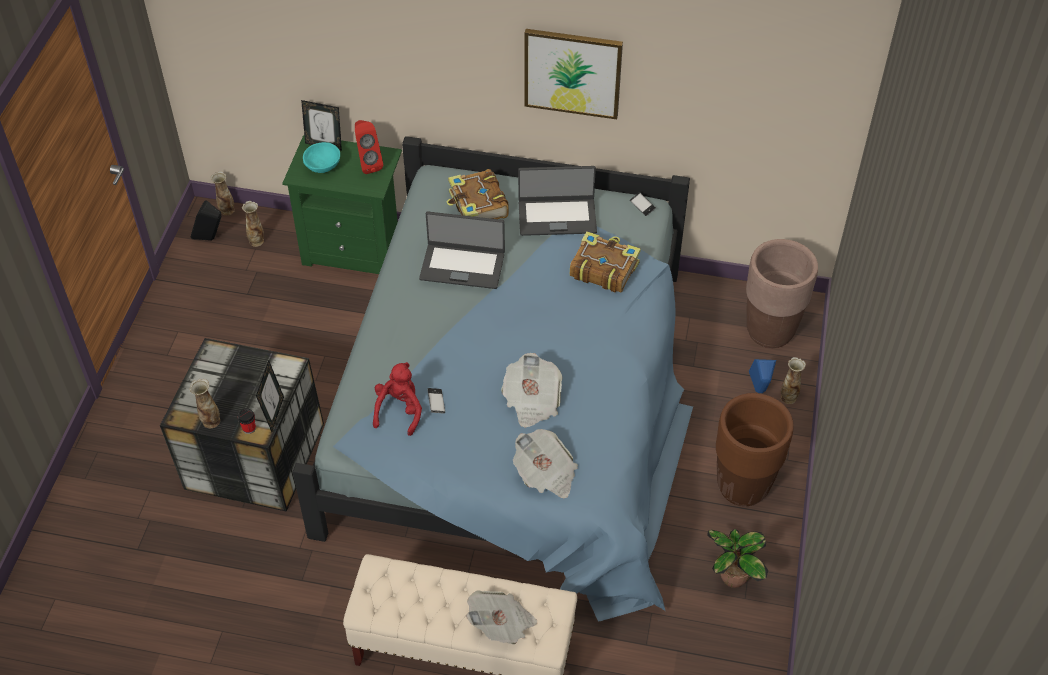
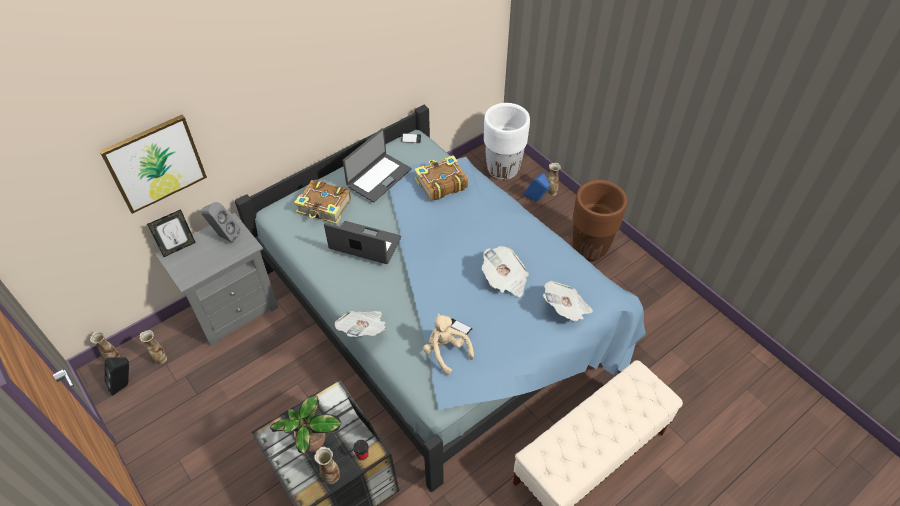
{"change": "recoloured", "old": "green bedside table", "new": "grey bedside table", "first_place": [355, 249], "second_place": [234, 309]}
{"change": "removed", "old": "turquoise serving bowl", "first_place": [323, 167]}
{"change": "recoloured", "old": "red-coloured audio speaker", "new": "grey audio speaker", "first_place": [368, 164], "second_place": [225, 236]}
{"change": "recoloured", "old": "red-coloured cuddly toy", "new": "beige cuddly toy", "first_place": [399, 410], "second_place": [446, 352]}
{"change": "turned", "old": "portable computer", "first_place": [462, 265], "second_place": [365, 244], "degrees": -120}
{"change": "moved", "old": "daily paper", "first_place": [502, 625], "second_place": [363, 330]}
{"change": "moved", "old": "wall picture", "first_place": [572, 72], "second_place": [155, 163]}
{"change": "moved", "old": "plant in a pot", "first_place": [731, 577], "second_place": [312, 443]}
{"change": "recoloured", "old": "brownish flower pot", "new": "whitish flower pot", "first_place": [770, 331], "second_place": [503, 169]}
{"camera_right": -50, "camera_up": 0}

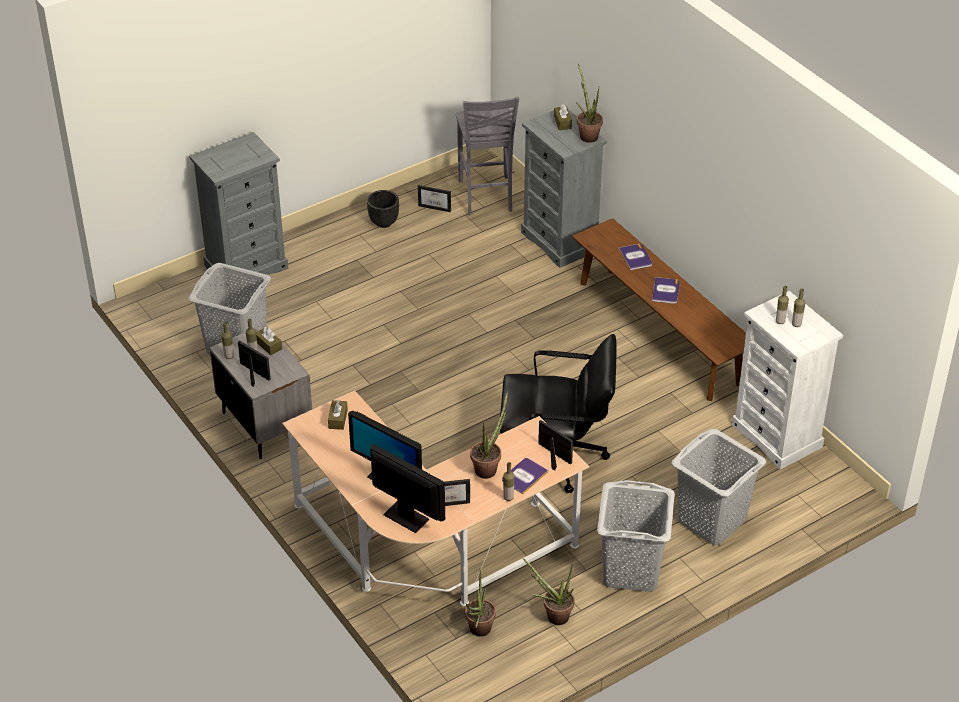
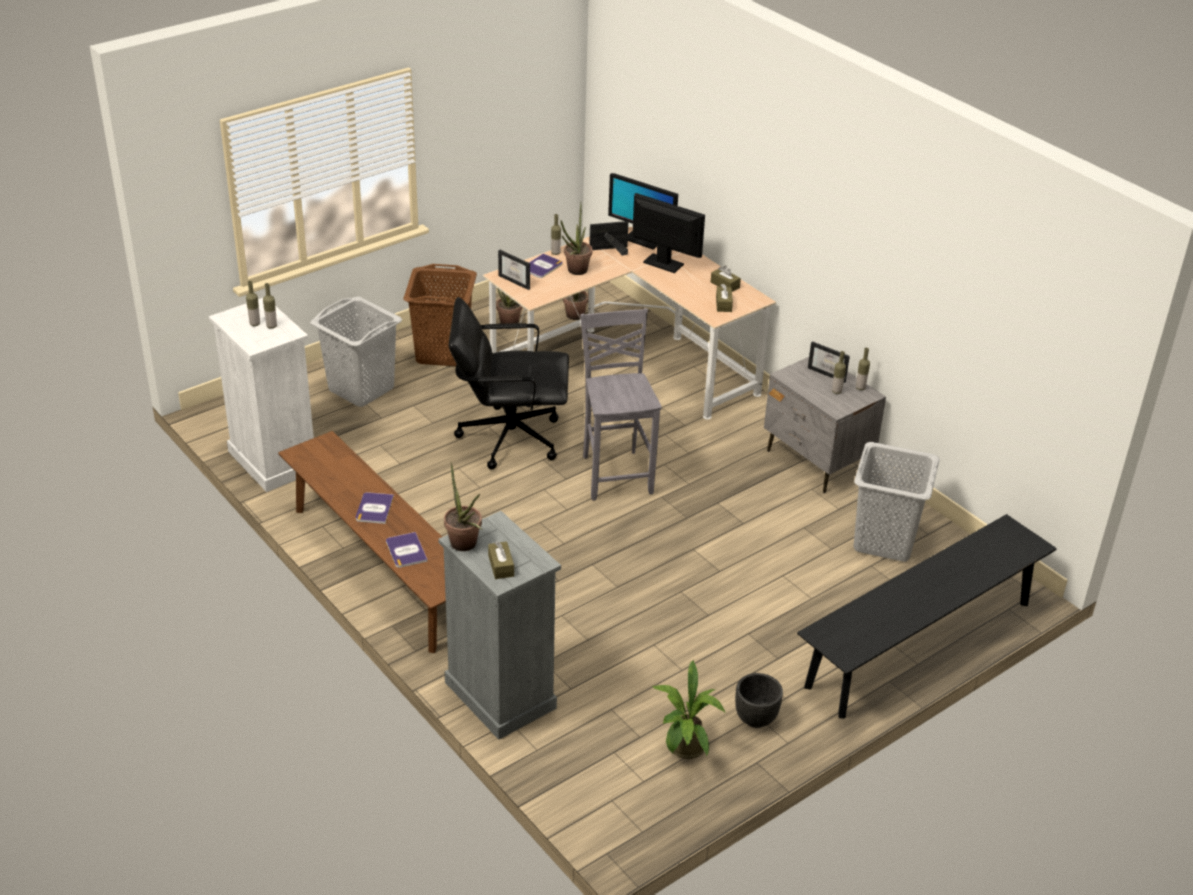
{"change": "replaced", "old": "grey drawer chest", "new": "black-coloured bench", "first_place": [246, 266], "second_place": [919, 644]}
{"change": "moved", "old": "brownish tissue holder", "first_place": [268, 345], "second_place": [725, 285]}
{"change": "replaced", "old": "picture frame", "new": "plant in a pot", "first_place": [436, 206], "second_place": [685, 750]}
{"change": "moved", "old": "grey plain chair", "first_place": [486, 197], "second_place": [616, 474]}
{"change": "recoloured", "old": "grey hamper", "new": "brownish hamper", "first_place": [630, 570], "second_place": [443, 352]}
{"camera_right": 175, "camera_up": -5}

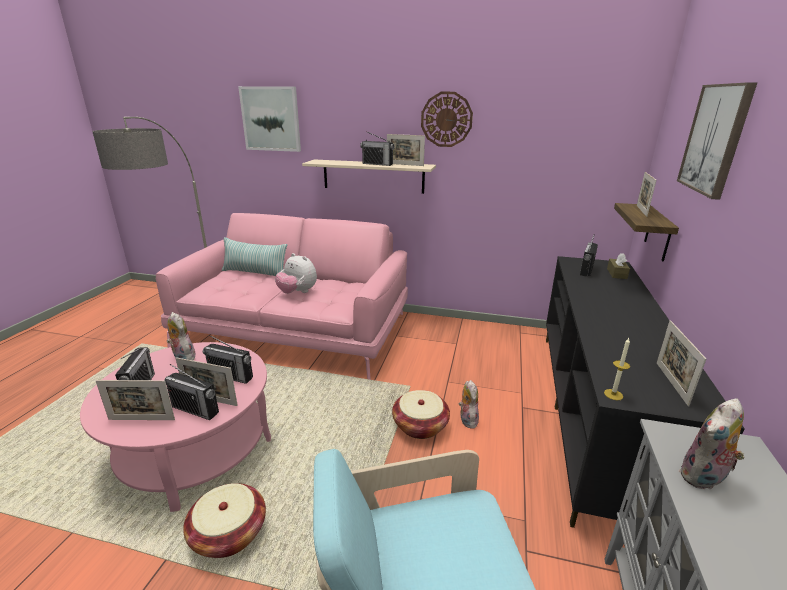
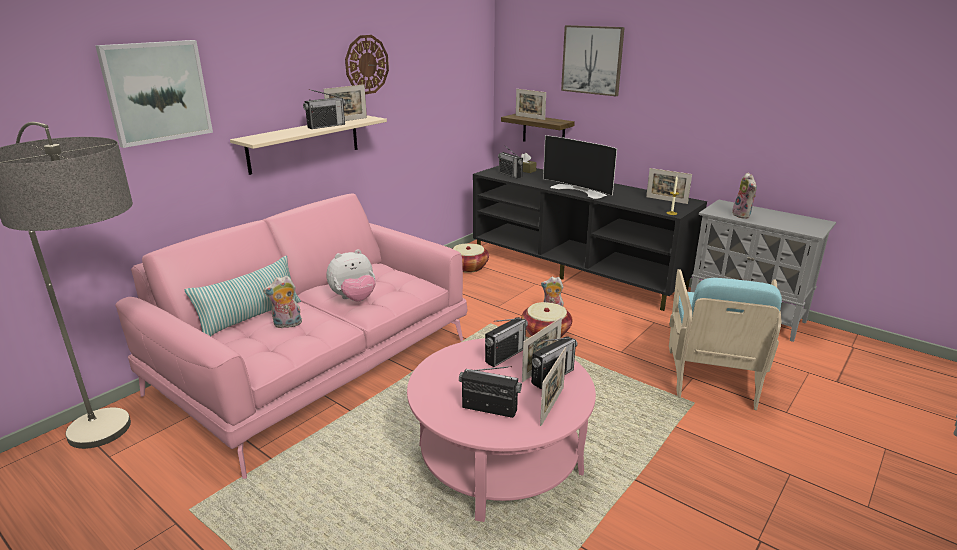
{"change": "moved", "old": "cuddly toy", "first_place": [182, 357], "second_place": [287, 325]}
{"change": "moved", "old": "storage basket", "first_place": [229, 533], "second_place": [468, 267]}
{"change": "added", "new": "TV set", "second_place": [579, 190]}
{"camera_right": -65, "camera_up": 0}

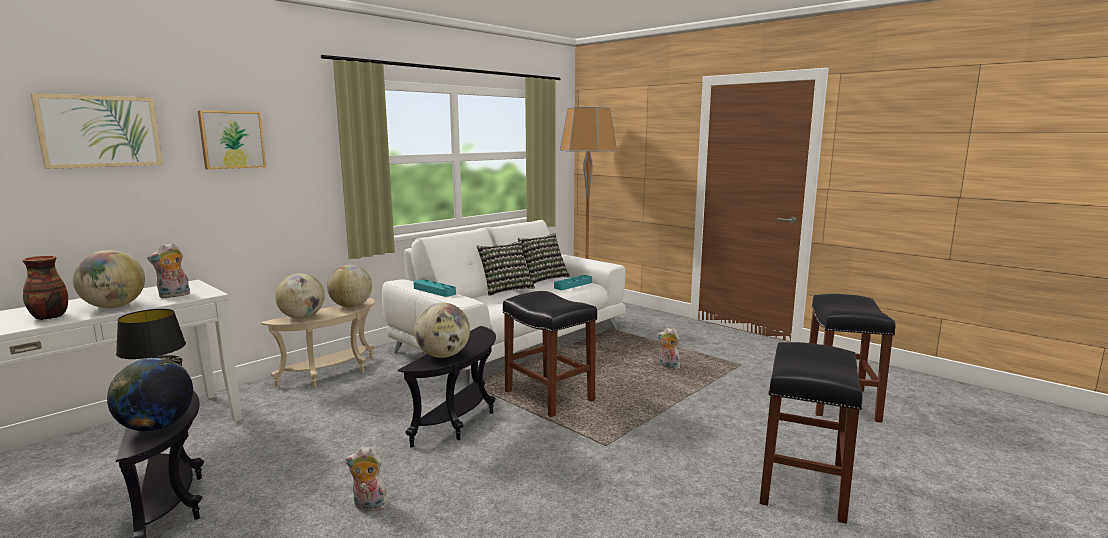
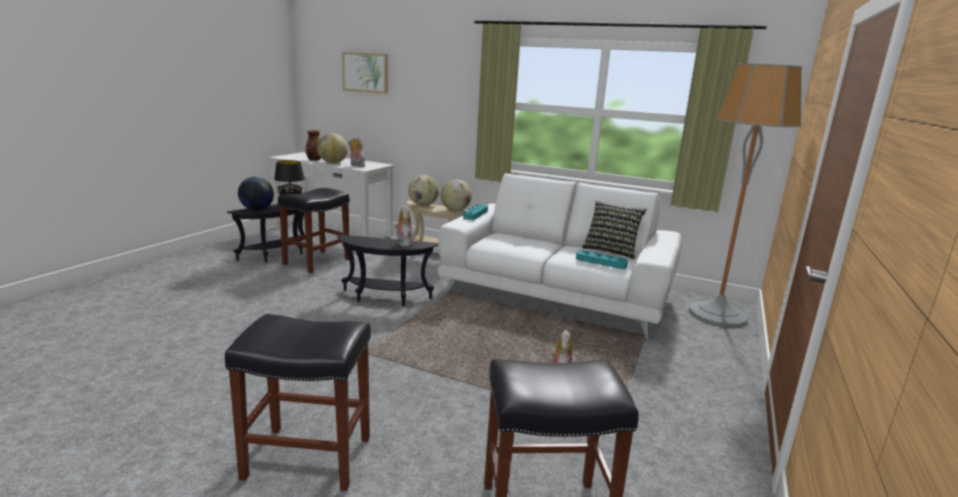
{"change": "removed", "old": "wall picture", "first_place": [232, 139]}
{"change": "moved", "old": "cuddly toy", "first_place": [368, 506], "second_place": [403, 243]}
{"change": "removed", "old": "desk globe", "first_place": [443, 356]}
{"change": "removed", "old": "cushion", "first_place": [505, 289]}
{"change": "moved", "old": "black-coloured stool seat", "first_place": [550, 396], "second_place": [316, 262]}
{"camera_right": 70, "camera_up": 5}

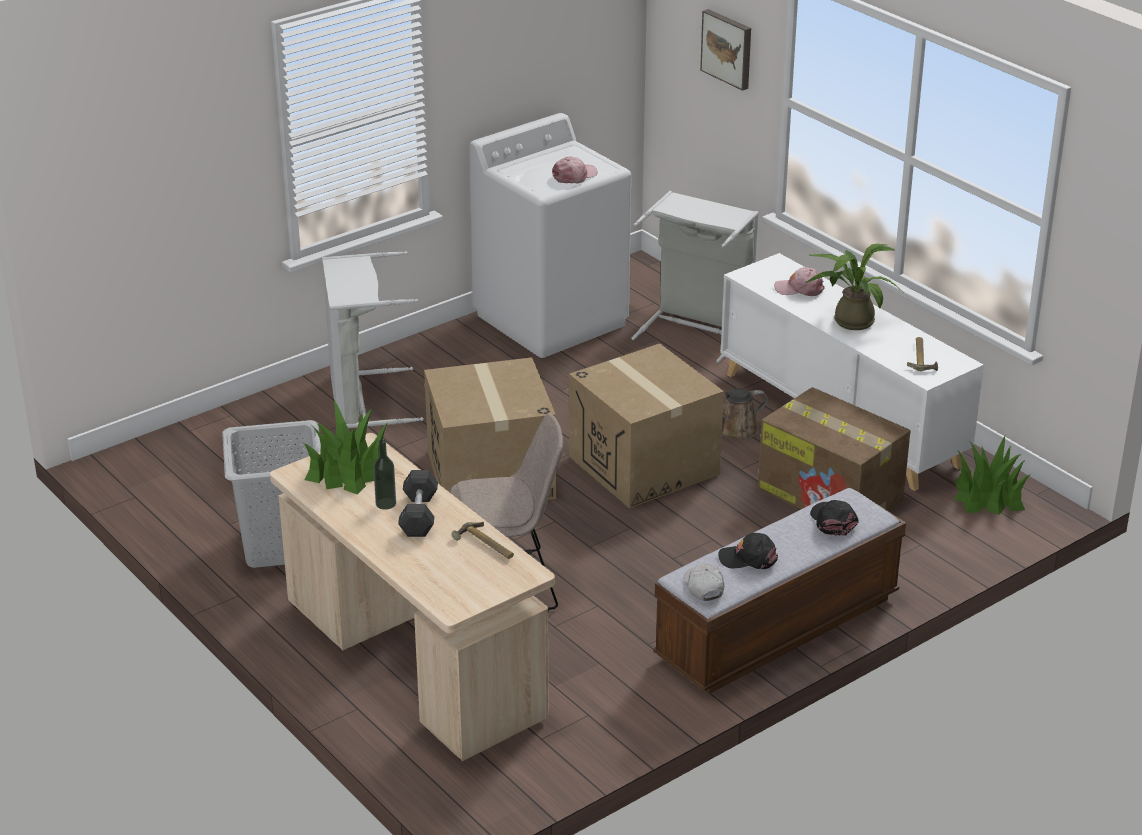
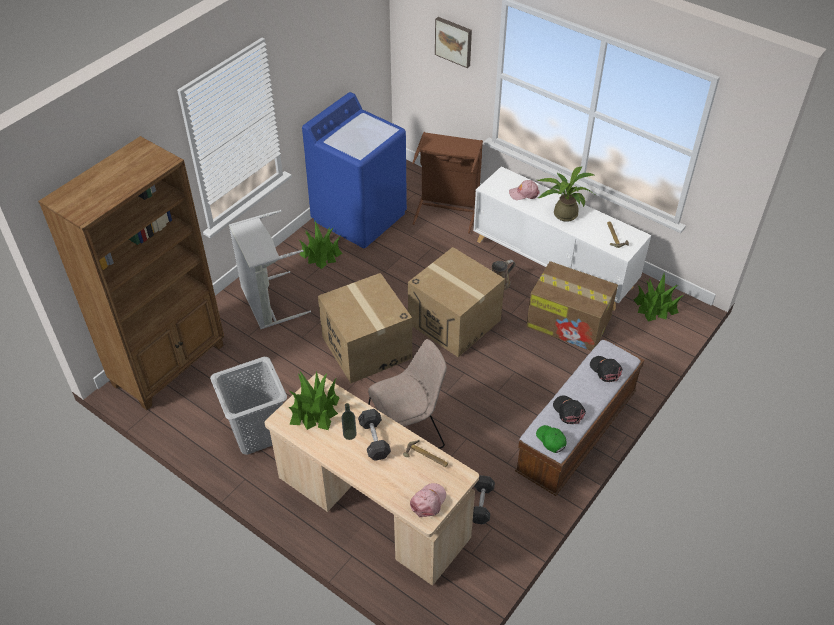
{"change": "recoloured", "old": "whitish laundry machine", "new": "bluish laundry machine", "first_place": [552, 319], "second_place": [359, 216]}
{"change": "moved", "old": "pink-coloured peaked cap", "first_place": [574, 176], "second_place": [428, 501]}
{"change": "recoloured", "old": "grey hamper", "new": "brownish hamper", "first_place": [697, 329], "second_place": [447, 209]}
{"change": "recoloured", "old": "whitish peaked cap", "new": "green peaked cap", "first_place": [703, 587], "second_place": [551, 440]}
{"change": "turned", "old": "black-coloured peaked cap", "first_place": [748, 558], "second_place": [568, 411], "degrees": 75}
{"change": "added", "new": "brownish shelving unit", "second_place": [170, 365]}
{"change": "added", "new": "plant in a pot", "second_place": [321, 253]}
{"change": "added", "new": "grey dumbbell", "second_place": [481, 504]}
{"camera_right": -15, "camera_up": 15}

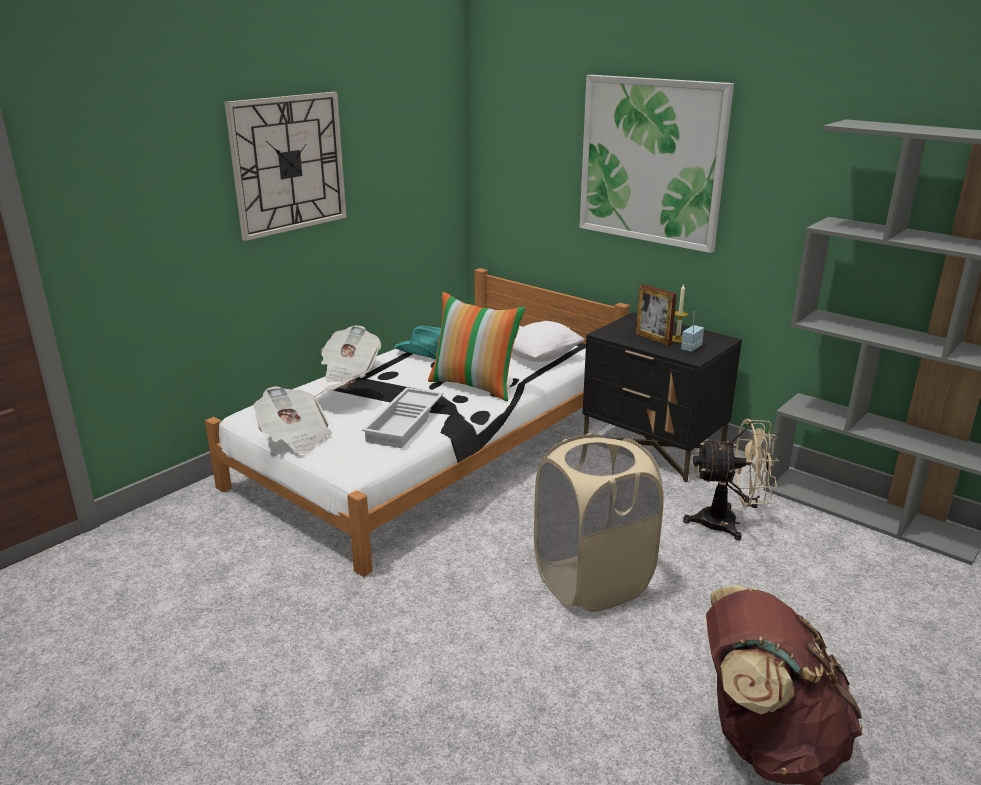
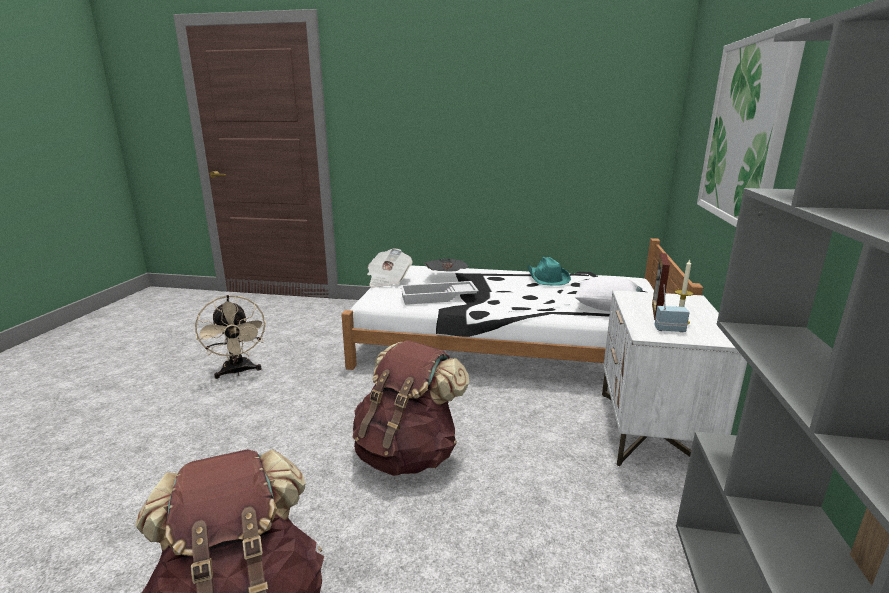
{"change": "removed", "old": "clock on the wall", "first_place": [288, 164]}
{"change": "removed", "old": "daily paper", "first_place": [349, 370]}
{"change": "removed", "old": "cushion", "first_place": [475, 385]}
{"change": "replaced", "old": "beige hamper", "new": "brownish backpack", "first_place": [592, 582], "second_place": [408, 454]}
{"change": "recoloured", "old": "black-coloured bedside table", "new": "whitish bedside table", "first_place": [654, 447], "second_place": [652, 432]}
{"change": "moved", "old": "beige cooling fan", "first_place": [728, 523], "second_place": [238, 372]}
{"camera_right": 60, "camera_up": -5}

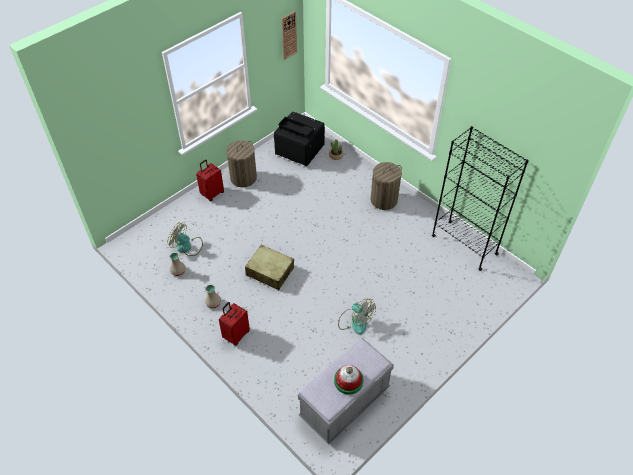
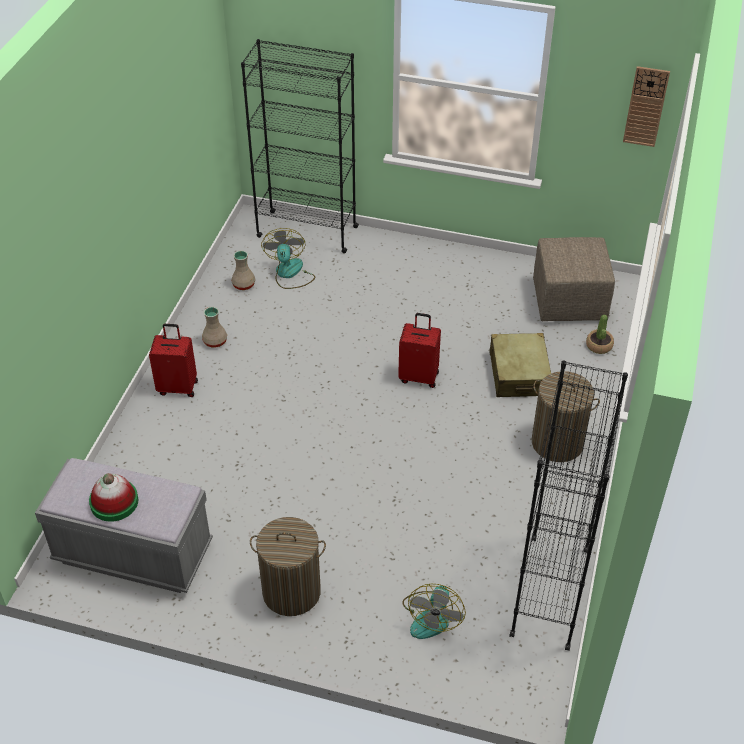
{"change": "moved", "old": "red-coloured piece of luggage", "first_place": [212, 193], "second_place": [419, 376]}
{"change": "moved", "old": "hamper", "first_place": [243, 178], "second_place": [291, 592]}
{"change": "moved", "old": "beige piece of luggage", "first_place": [270, 271], "second_place": [519, 374]}
{"change": "recoloured", "old": "black-coloured pouffe", "new": "beige pouffe", "first_place": [300, 150], "second_place": [569, 302]}
{"change": "removed", "old": "black-coloured serving tray", "first_place": [295, 129]}
{"change": "moved", "old": "cooling fan", "first_place": [355, 321], "second_place": [432, 616]}
{"change": "added", "new": "black-coloured shelving unit", "second_place": [307, 231]}
{"camera_right": 60, "camera_up": -5}

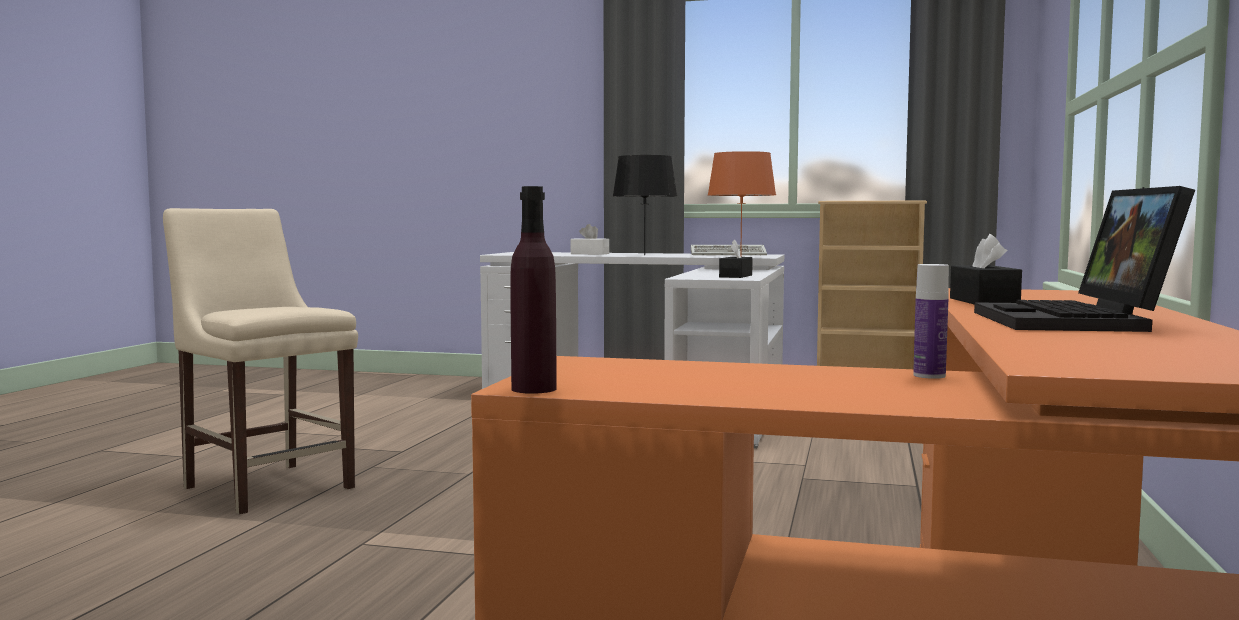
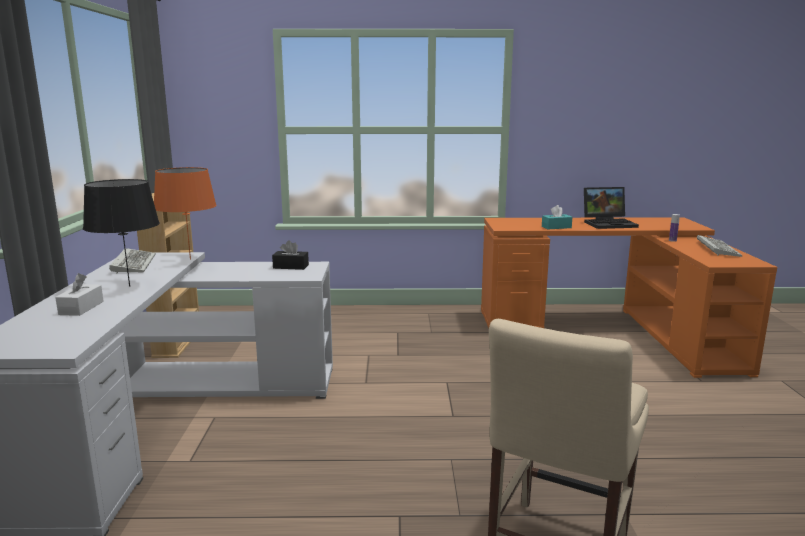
{"change": "removed", "old": "purple-coloured bottle", "first_place": [534, 389]}
{"change": "recoloured", "old": "black-coloured tissue holder", "new": "turquoise tissue holder", "first_place": [983, 301], "second_place": [556, 227]}
{"change": "added", "new": "keyboard", "second_place": [716, 248]}
{"camera_right": -105, "camera_up": 10}

